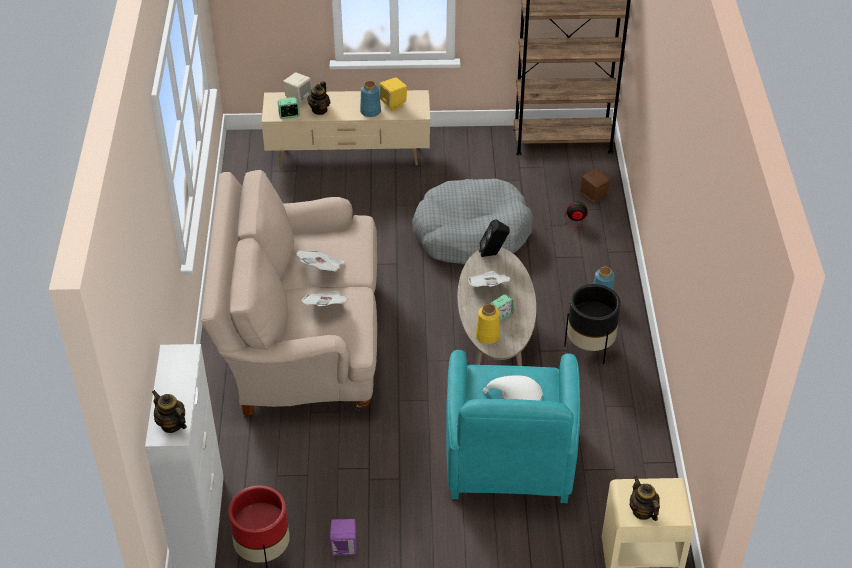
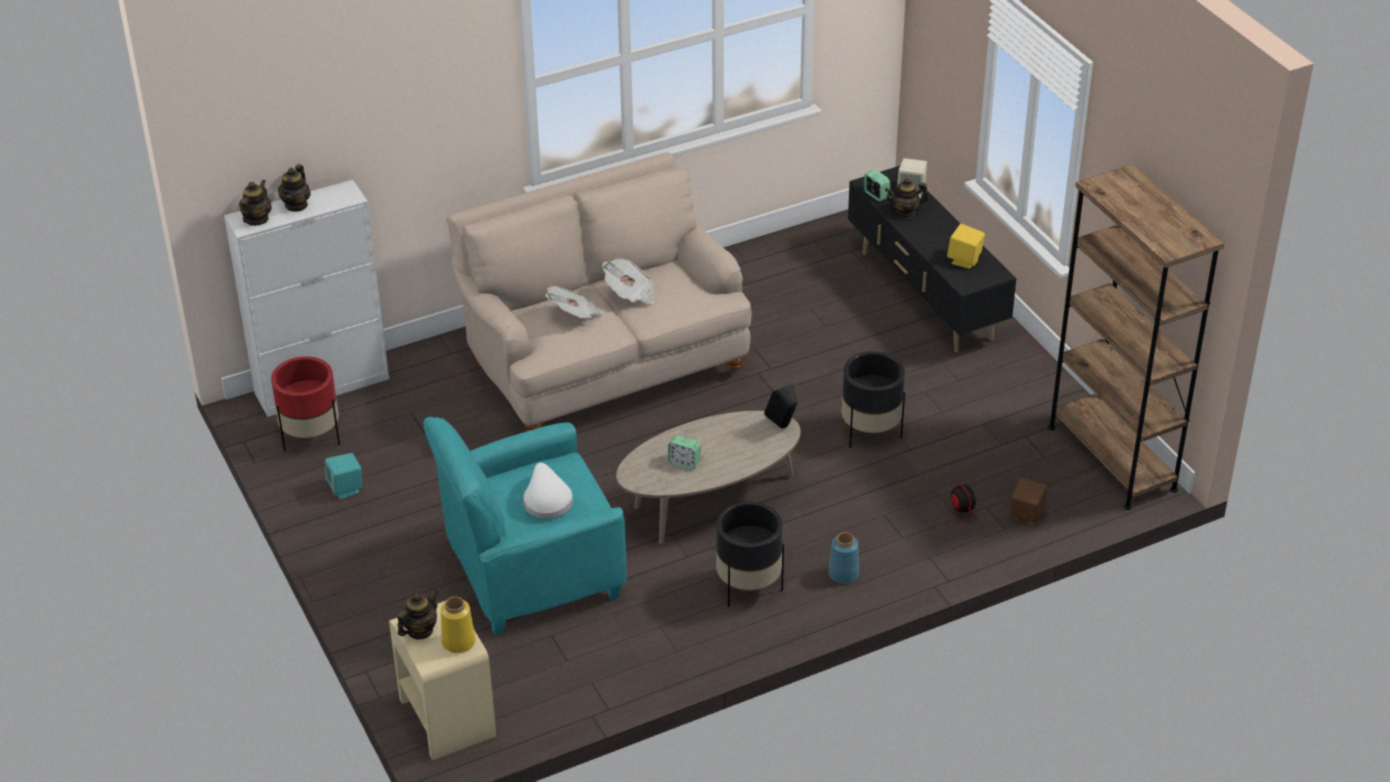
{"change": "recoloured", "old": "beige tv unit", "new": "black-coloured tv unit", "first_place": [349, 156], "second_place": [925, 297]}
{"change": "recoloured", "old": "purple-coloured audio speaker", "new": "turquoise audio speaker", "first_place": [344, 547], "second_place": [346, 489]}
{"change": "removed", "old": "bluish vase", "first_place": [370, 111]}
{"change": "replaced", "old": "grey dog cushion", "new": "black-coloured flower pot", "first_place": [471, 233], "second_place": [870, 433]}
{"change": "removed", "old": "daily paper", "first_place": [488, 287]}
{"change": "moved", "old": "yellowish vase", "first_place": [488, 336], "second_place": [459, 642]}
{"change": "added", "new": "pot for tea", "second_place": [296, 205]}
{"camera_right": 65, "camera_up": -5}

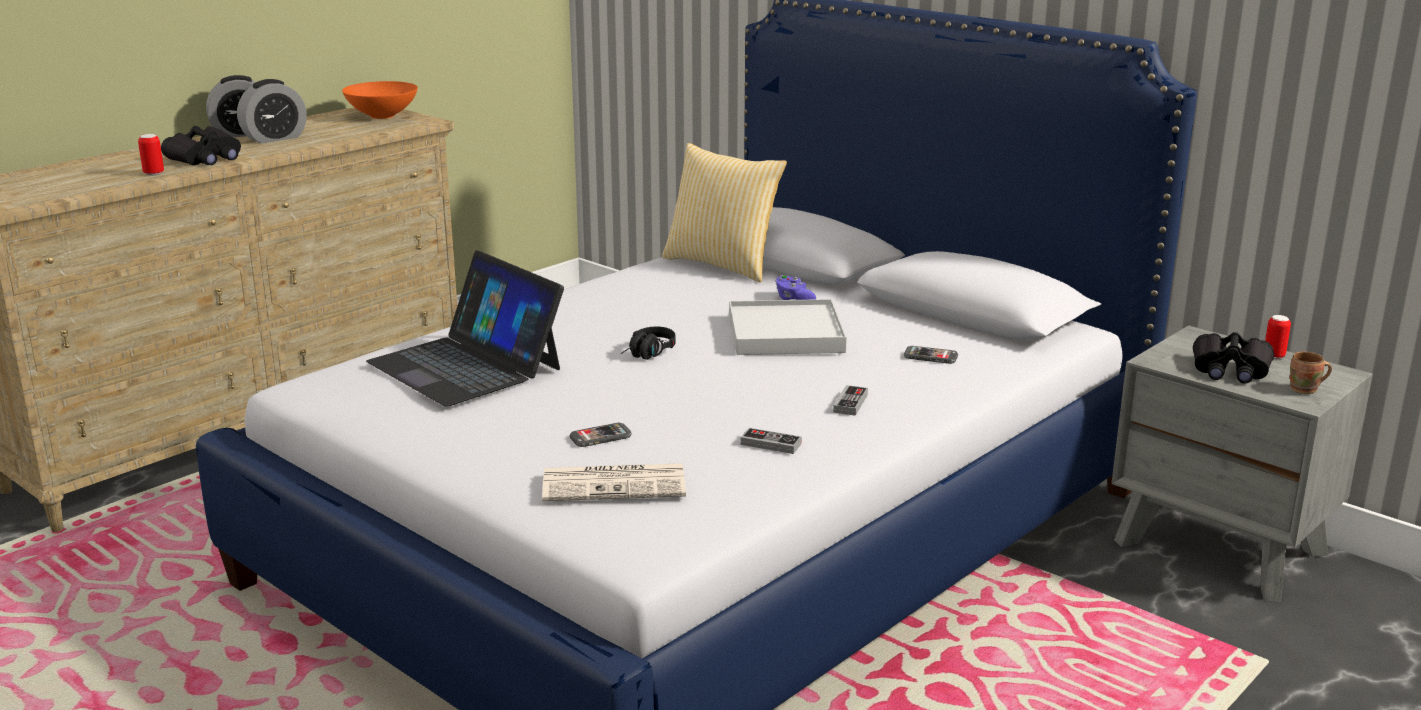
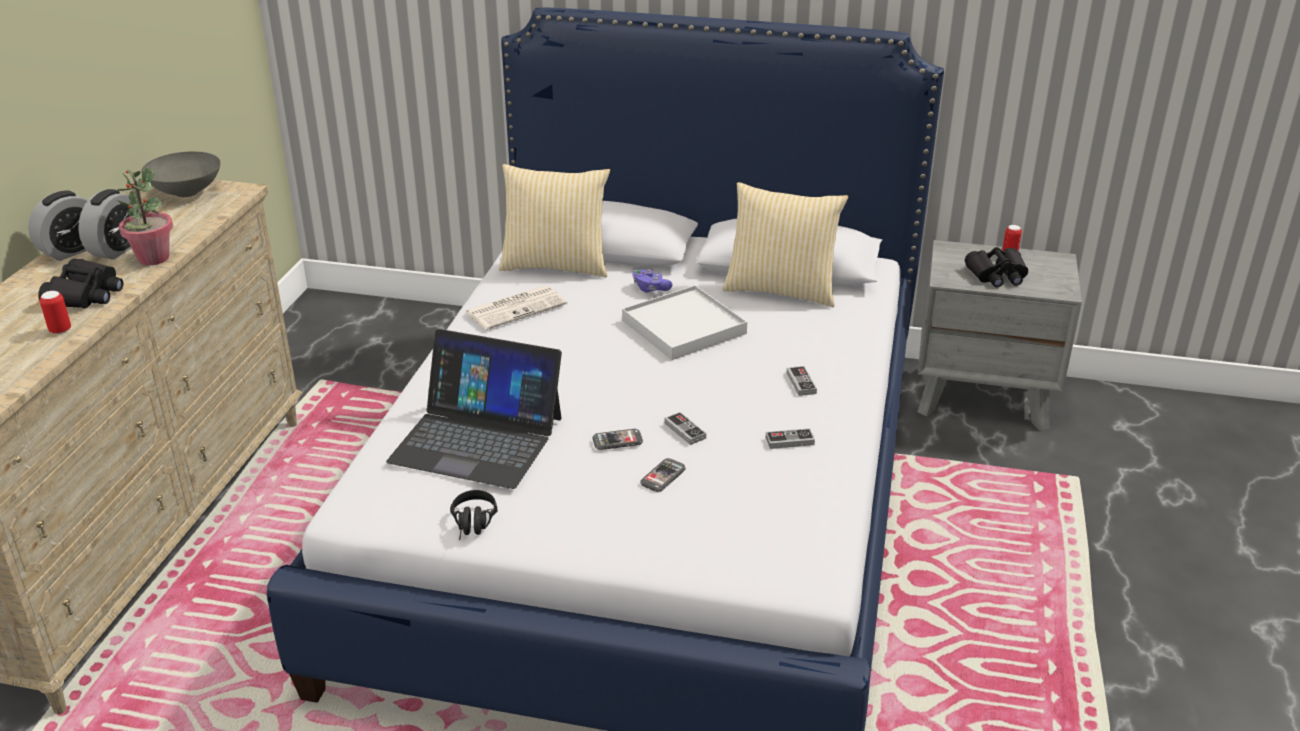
{"change": "recoloured", "old": "orange serving bowl", "new": "grey serving bowl", "first_place": [381, 116], "second_place": [185, 193]}
{"change": "moved", "old": "daily paper", "first_place": [616, 484], "second_place": [516, 308]}
{"change": "moved", "old": "black-coloured pair of headphones", "first_place": [647, 354], "second_place": [473, 526]}
{"change": "moved", "old": "handset", "first_place": [930, 357], "second_place": [617, 441]}
{"change": "removed", "old": "brownish coffee mug", "first_place": [1305, 390]}
{"change": "added", "new": "plant in a pot", "second_place": [153, 258]}
{"change": "added", "new": "gamepad", "second_place": [685, 430]}
{"change": "added", "new": "cushion", "second_place": [781, 290]}
{"camera_right": -30, "camera_up": 10}

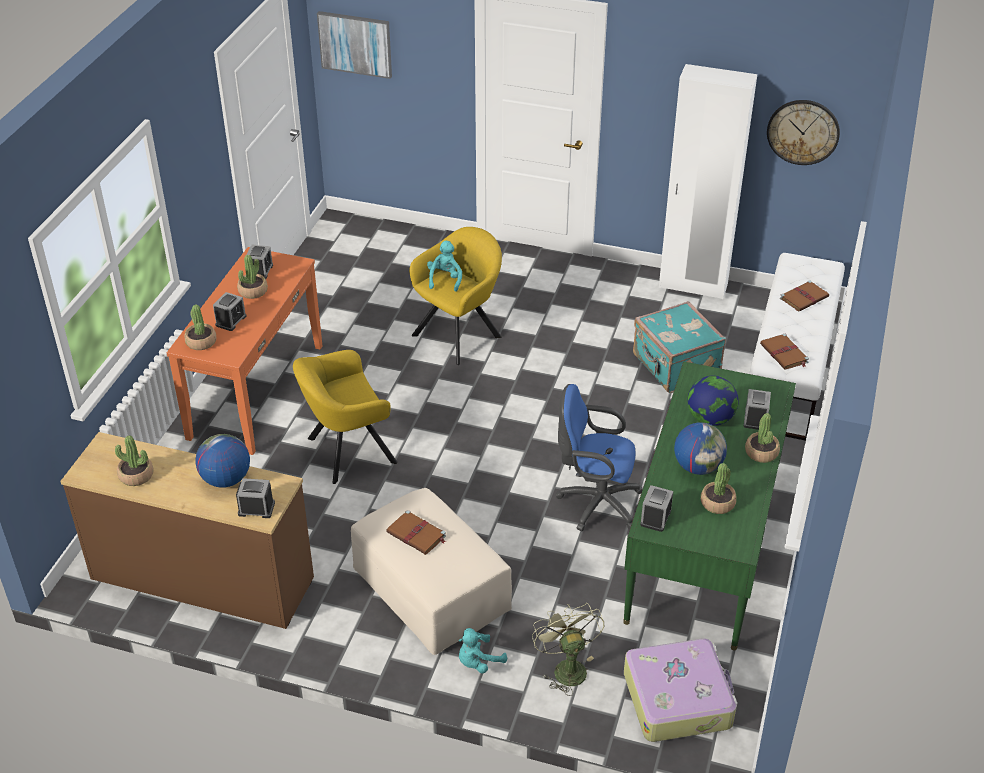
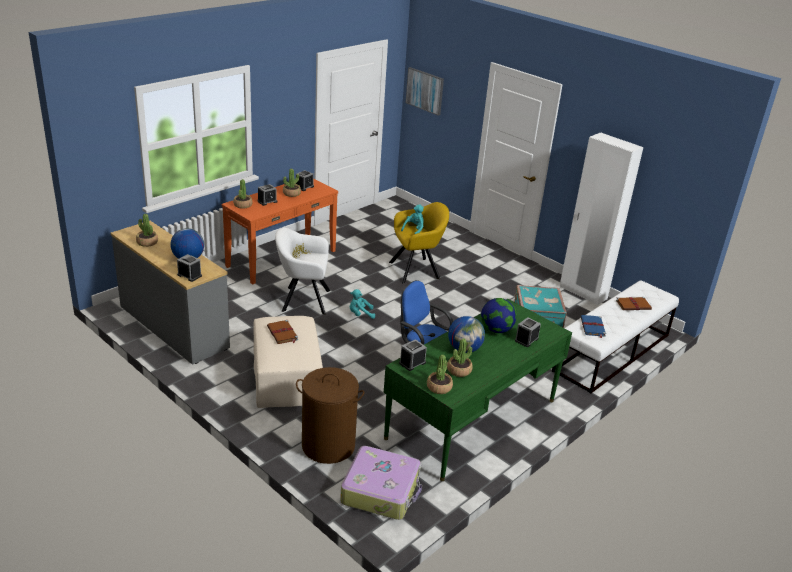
{"change": "recoloured", "old": "brownish drawer chest", "new": "grey drawer chest", "first_place": [202, 579], "second_place": [173, 327]}
{"change": "recoloured", "old": "yellowish armchair", "new": "whitish armchair", "first_place": [346, 451], "second_place": [302, 300]}
{"change": "moved", "old": "turquoise cuddly toy", "first_place": [478, 662], "second_place": [360, 314]}
{"change": "replaced", "old": "green cooling fan", "new": "brownish hamper", "first_place": [566, 667], "second_place": [328, 446]}
{"change": "moved", "old": "plant in a pot", "first_place": [761, 452], "second_place": [439, 387]}
{"change": "recoloured", "old": "brownish bound book", "new": "bluish bound book", "first_place": [784, 354], "second_place": [592, 327]}
{"change": "removed", "old": "clock on the wall", "first_place": [803, 132]}
{"camera_right": 25, "camera_up": -10}

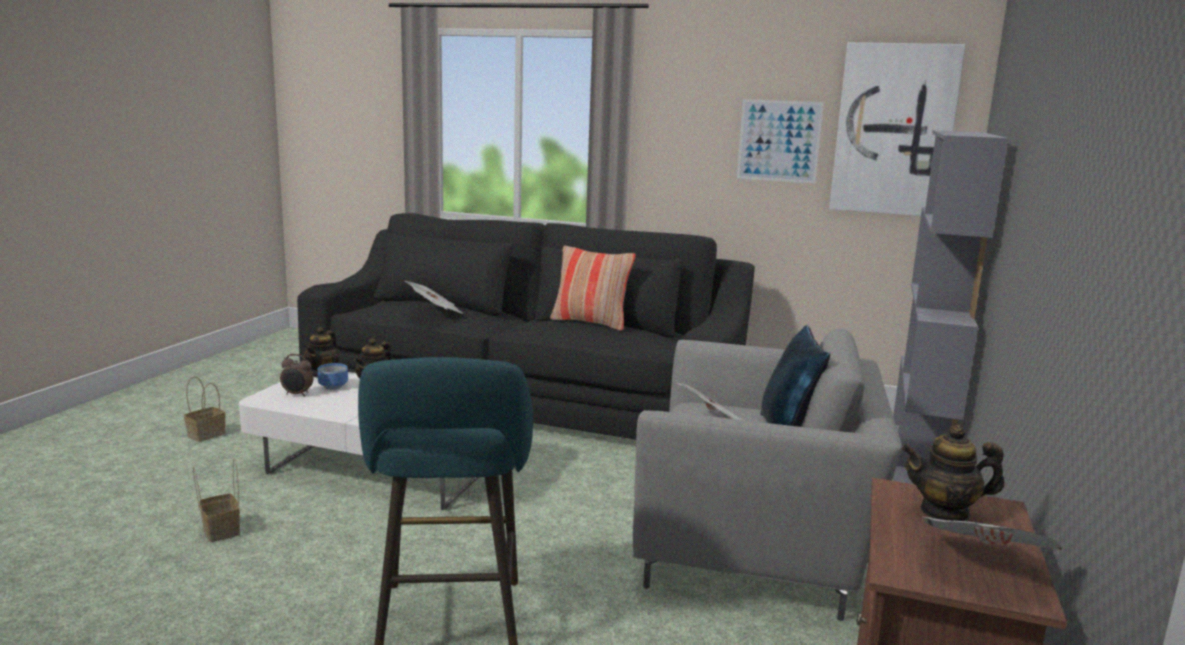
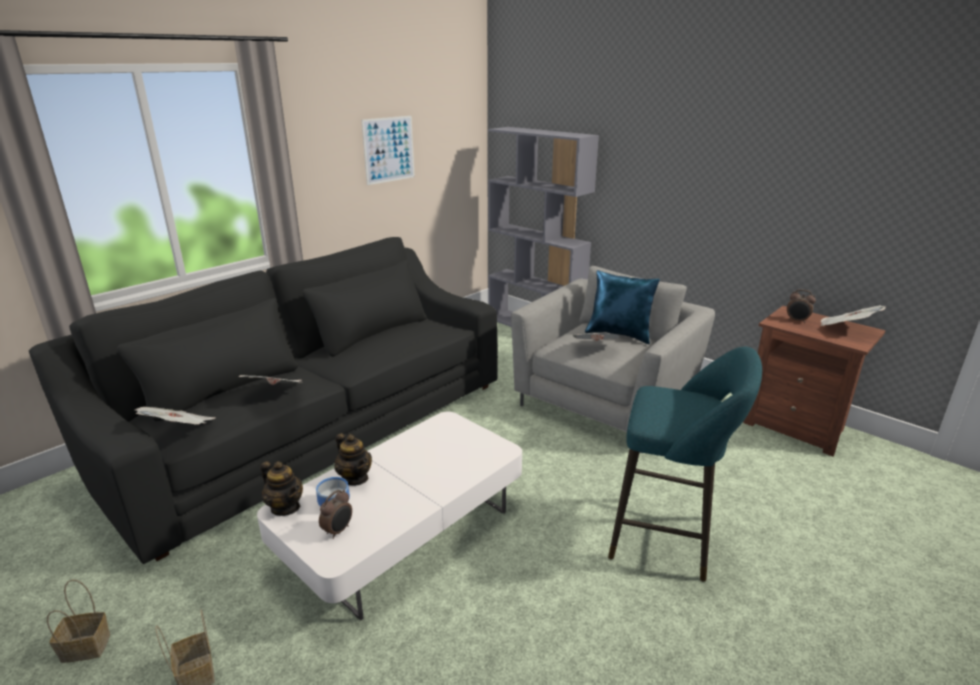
{"change": "moved", "old": "storage basket", "first_place": [220, 530], "second_place": [84, 648]}
{"change": "removed", "old": "cushion", "first_place": [590, 322]}
{"change": "removed", "old": "wall picture", "first_place": [894, 130]}
{"change": "replaced", "old": "pot for tea", "new": "alarm clock", "first_place": [945, 512], "second_place": [797, 321]}
{"change": "added", "new": "daily paper", "second_place": [180, 430]}
{"camera_right": -65, "camera_up": 10}

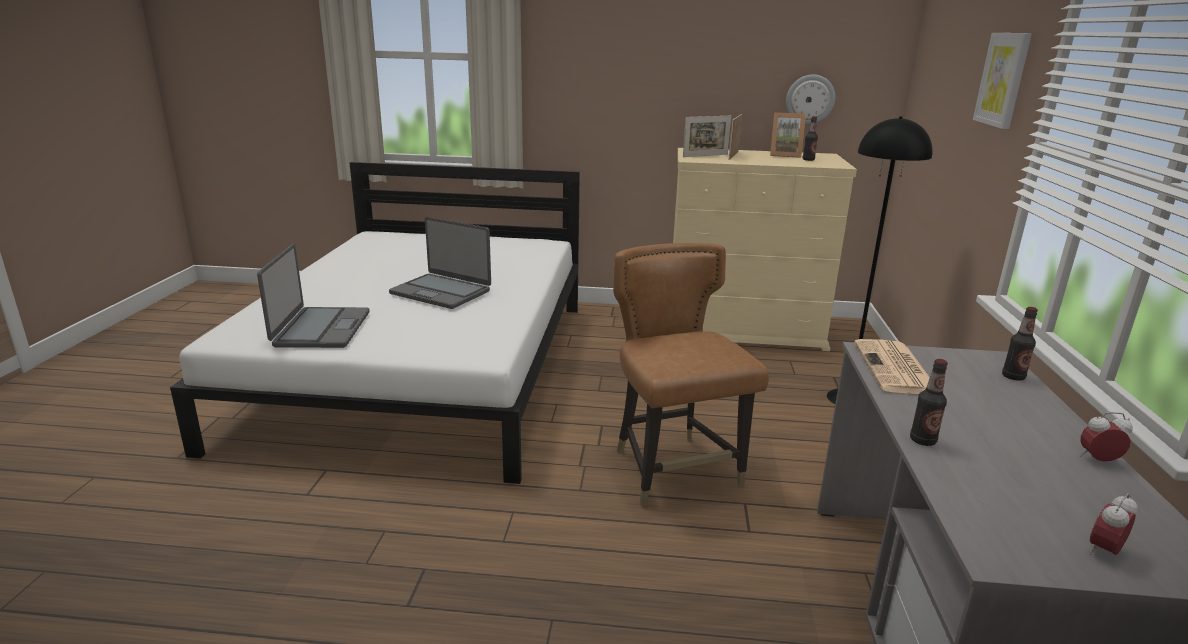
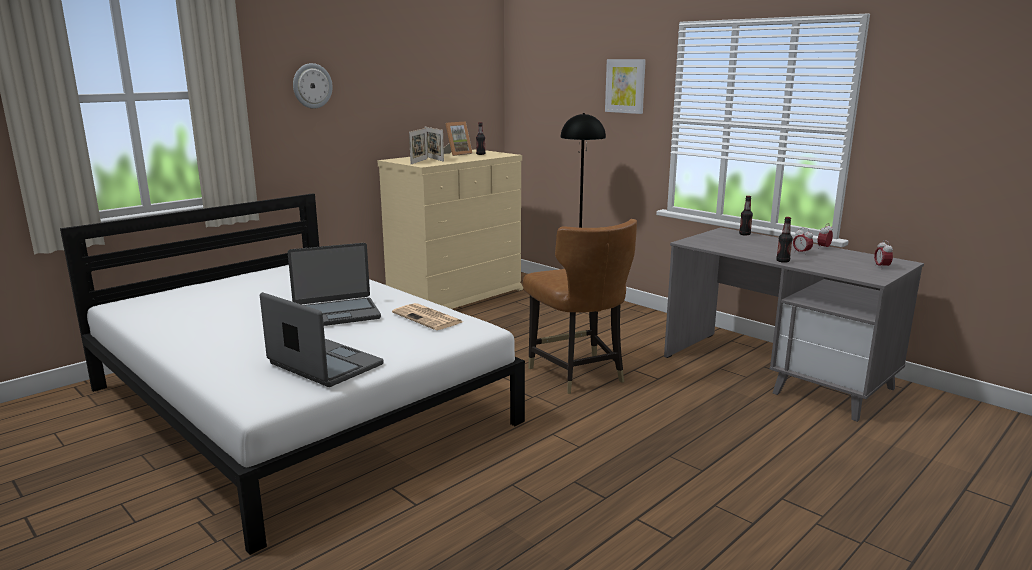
{"change": "turned", "old": "brownish plain chair", "first_place": [674, 470], "second_place": [577, 374], "degrees": -135}
{"change": "moved", "old": "clock on the wall", "first_place": [810, 99], "second_place": [312, 86]}
{"change": "moved", "old": "daily paper", "first_place": [896, 369], "second_place": [428, 318]}
{"change": "added", "new": "alarm clock", "second_place": [801, 253]}
{"camera_right": -50, "camera_up": -5}

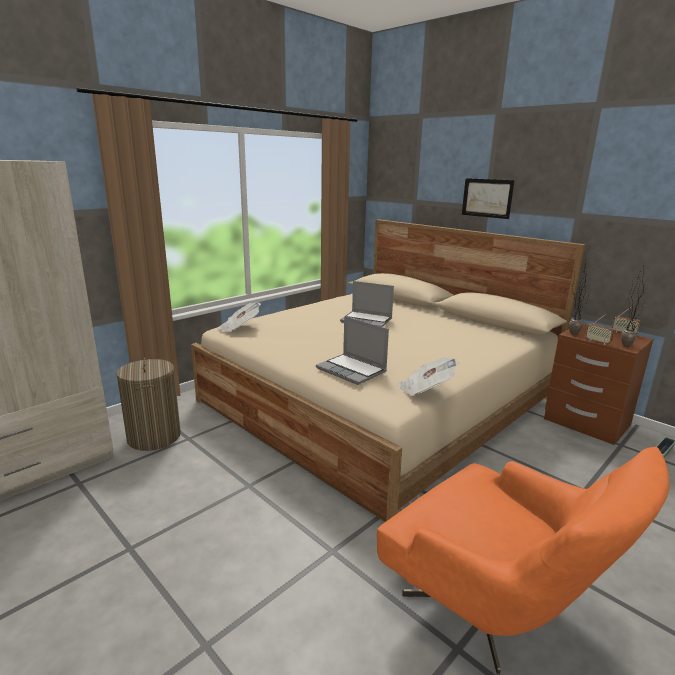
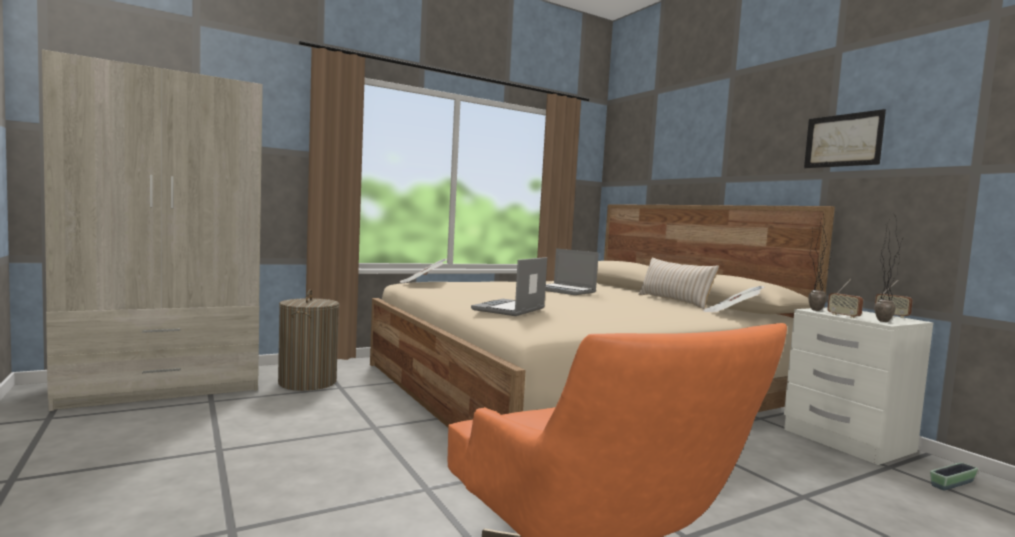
{"change": "turned", "old": "portable computer", "first_place": [352, 370], "second_place": [509, 309], "degrees": 60}
{"change": "moved", "old": "daily paper", "first_place": [425, 389], "second_place": [731, 314]}
{"change": "moved", "old": "wall picture", "first_place": [487, 198], "second_place": [843, 140]}
{"change": "recoloured", "old": "brownish bedside table", "new": "whitish bedside table", "first_place": [586, 423], "second_place": [846, 441]}
{"change": "added", "new": "beige cushion", "second_place": [673, 301]}
{"camera_right": 15, "camera_up": -15}

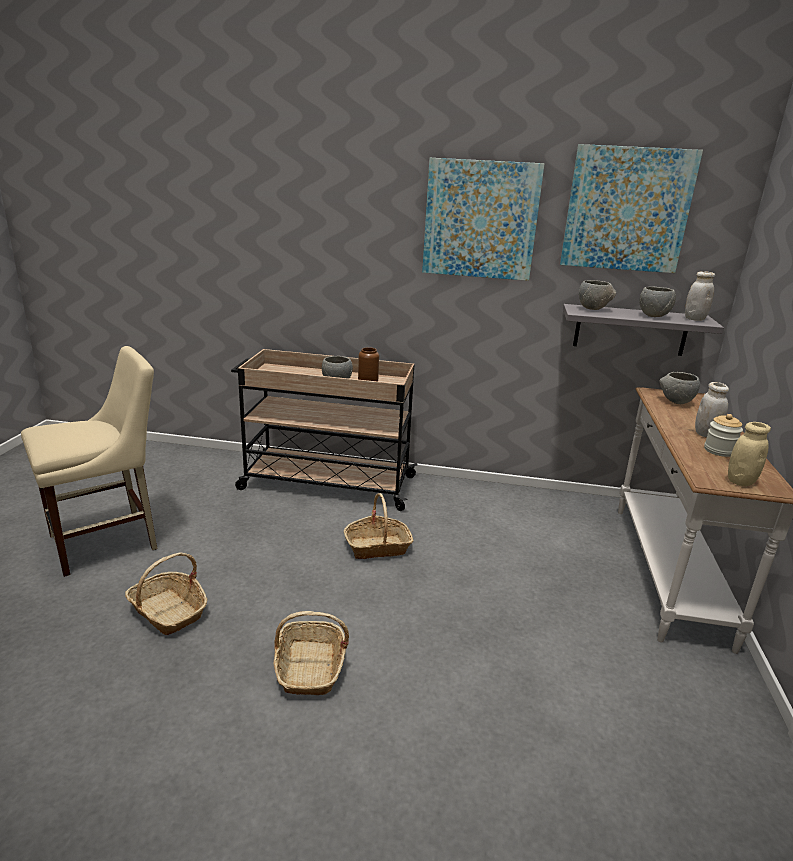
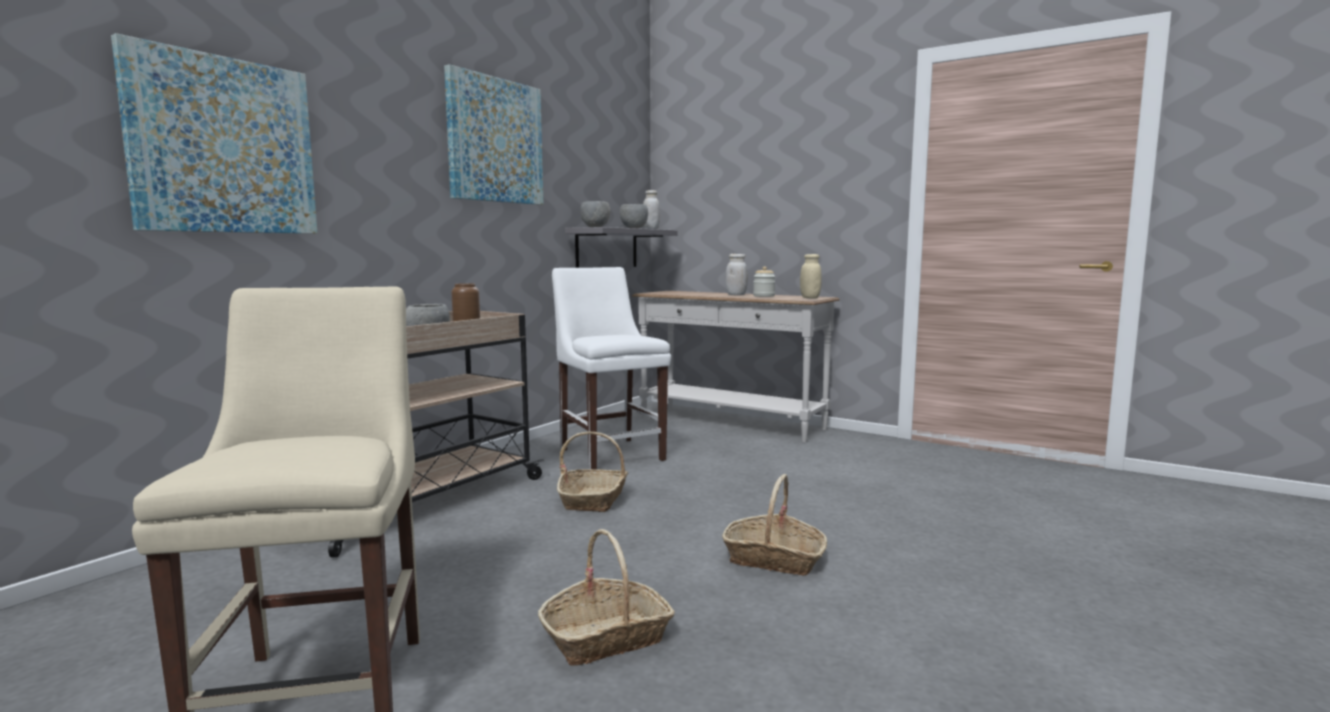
{"change": "moved", "old": "wall picture", "first_place": [626, 209], "second_place": [223, 146]}
{"change": "removed", "old": "grey serving bowl", "first_place": [675, 402]}
{"change": "added", "new": "whitish plain chair", "second_place": [610, 453]}
{"camera_right": -65, "camera_up": -15}

